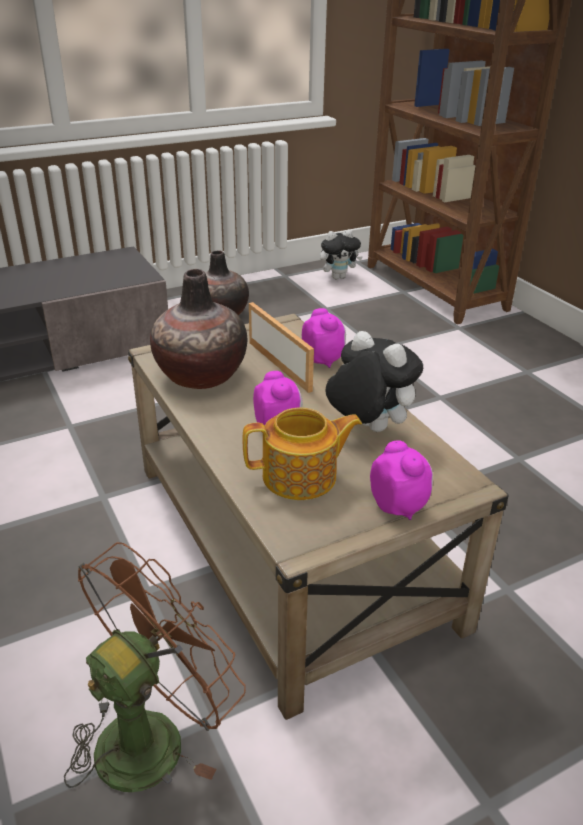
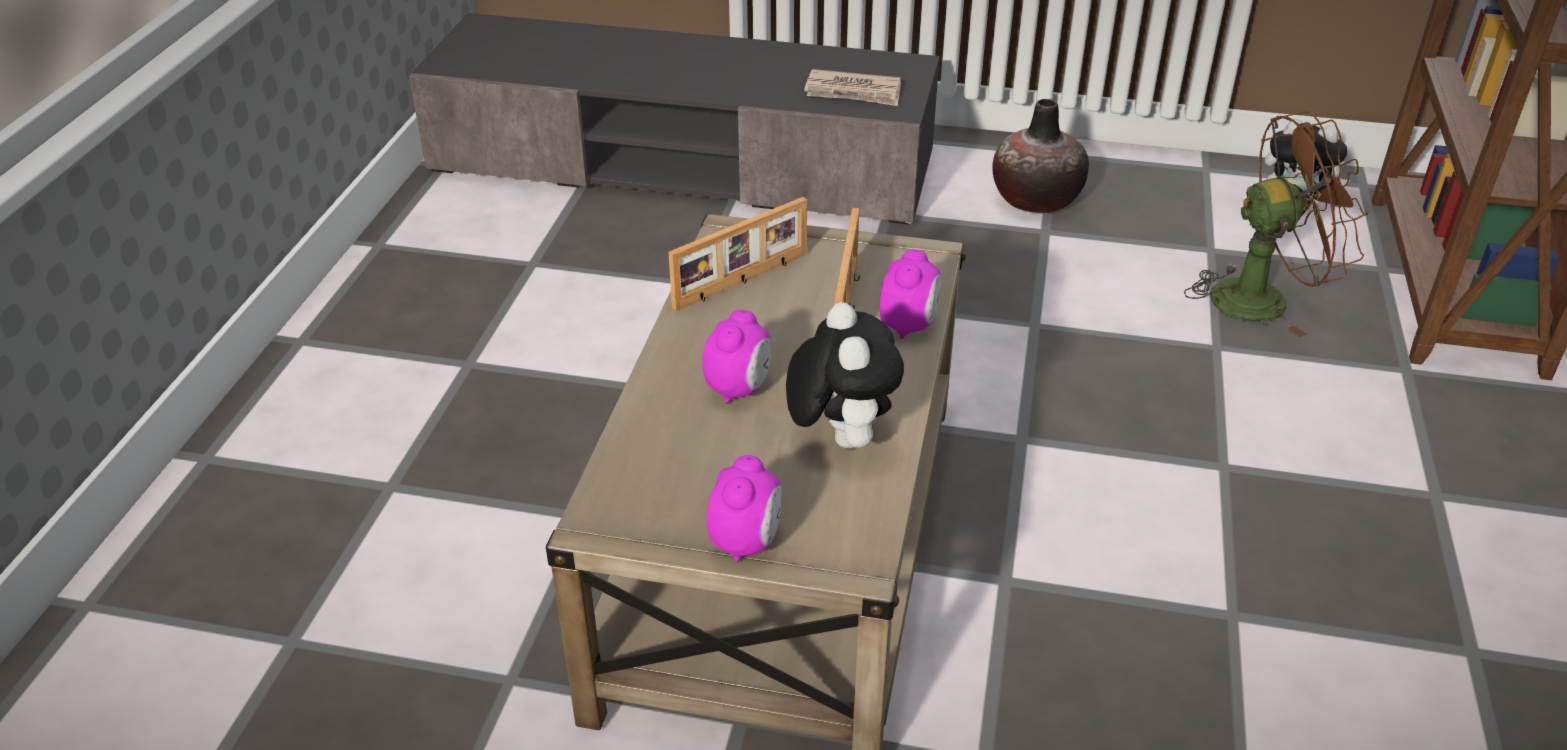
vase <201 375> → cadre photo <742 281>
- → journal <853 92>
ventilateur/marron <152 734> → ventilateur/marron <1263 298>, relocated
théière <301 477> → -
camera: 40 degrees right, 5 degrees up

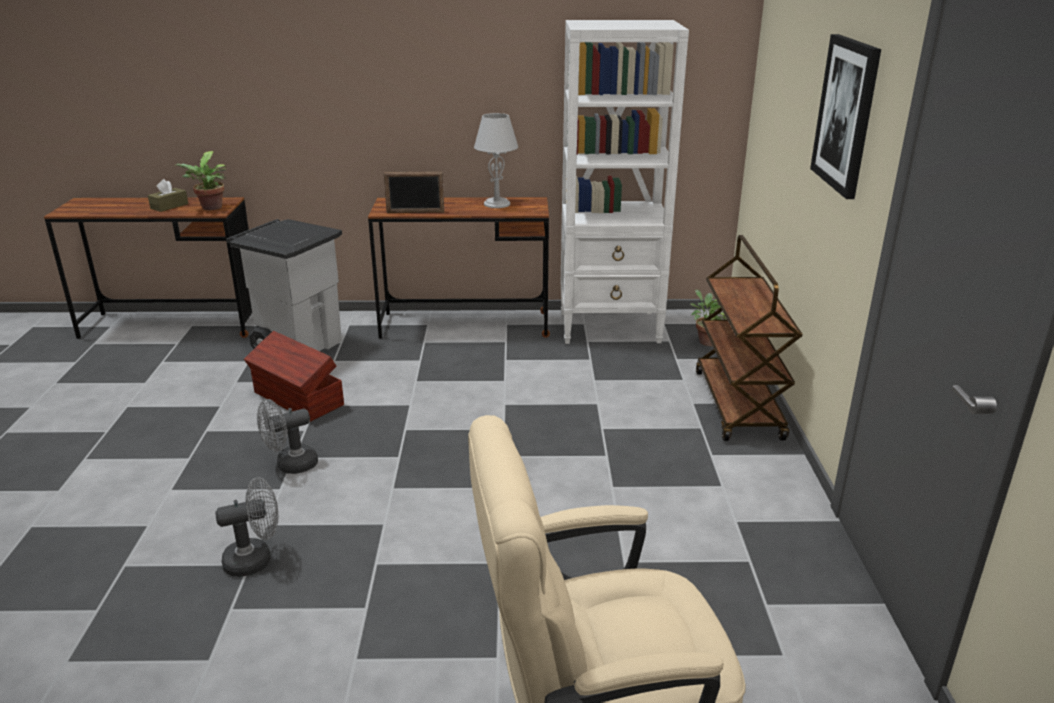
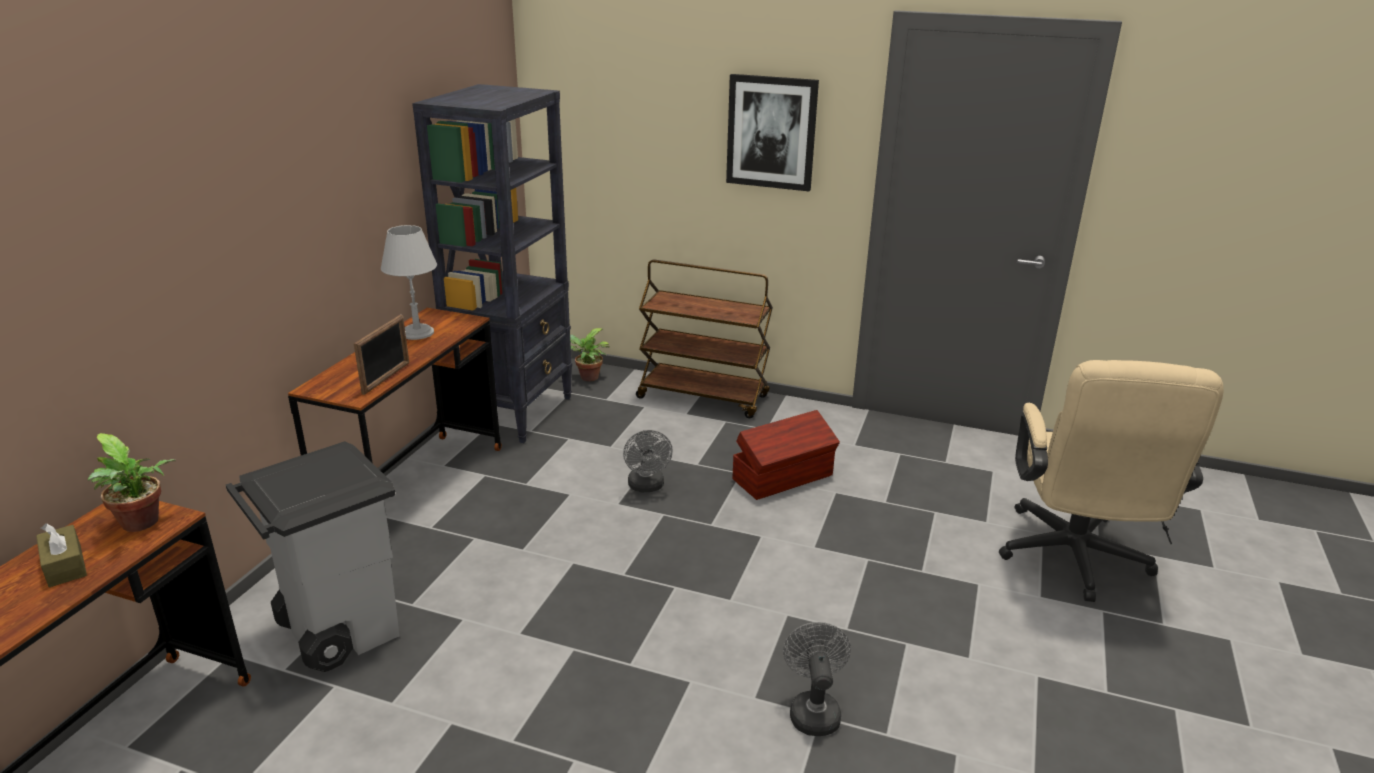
bibliothèque/blanc <611 327> → bibliothèque/noir <514 412>
ventilateur/gris <290 465> → ventilateur/gris <647 487>, relocated
boîte de rangement/marron <298 399> → boîte de rangement/marron <784 477>, relocated
camera: 70 degrees left, 0 degrees up

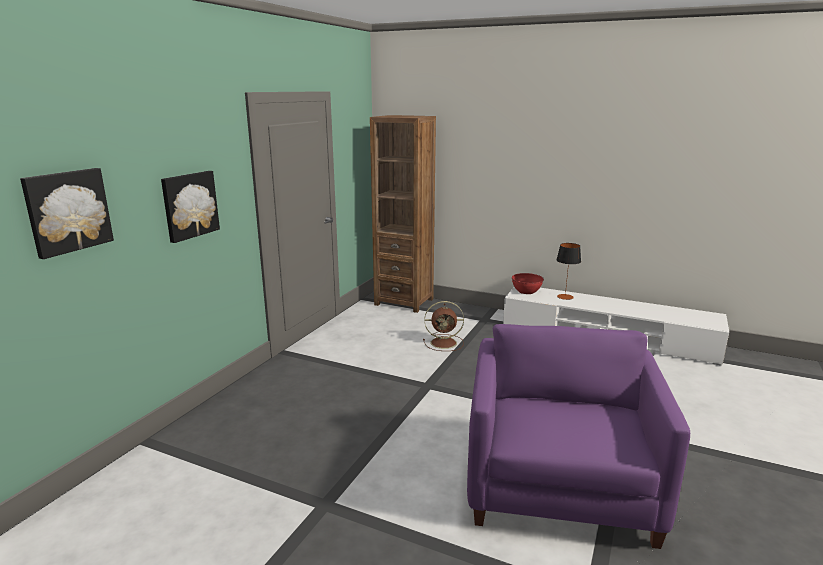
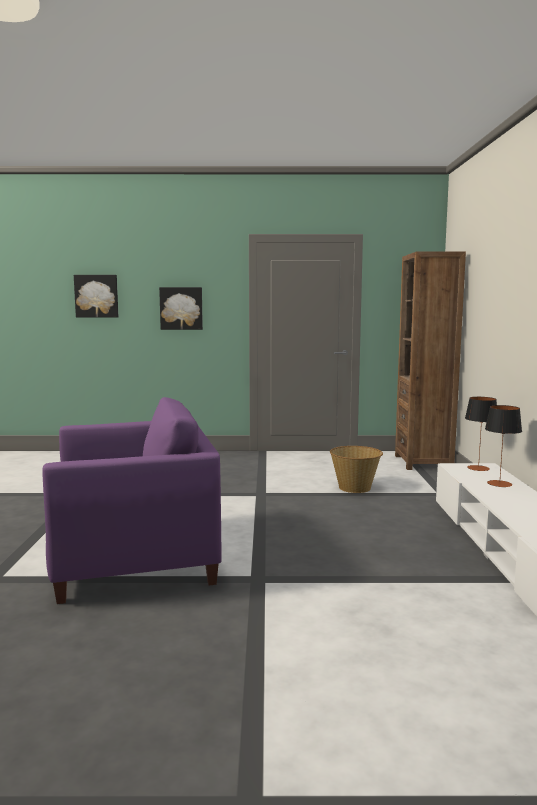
ventilateur/marron <445 343> → panier <355 488>
bol/rouge <526 291> → lampe de table <478 468>
camera: 65 degrees right, 10 degrees down

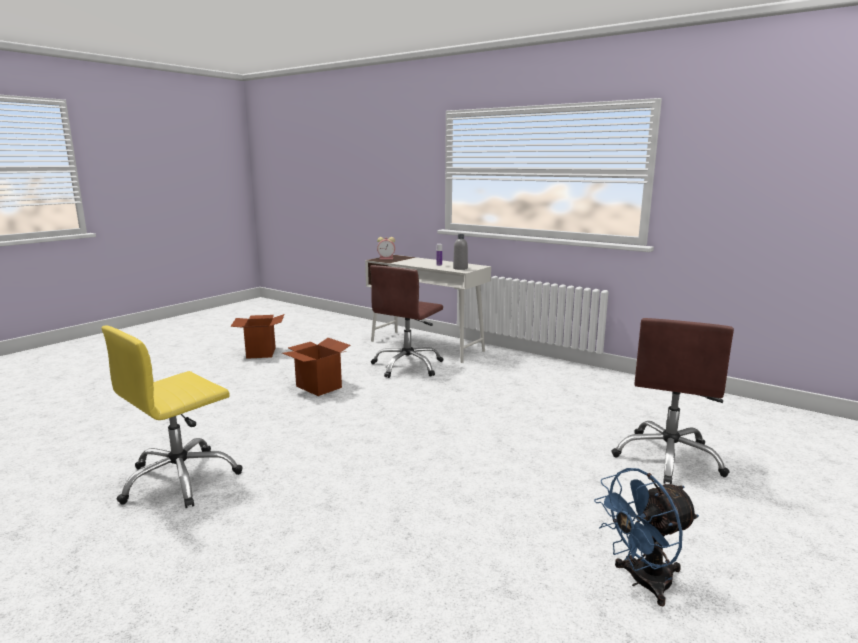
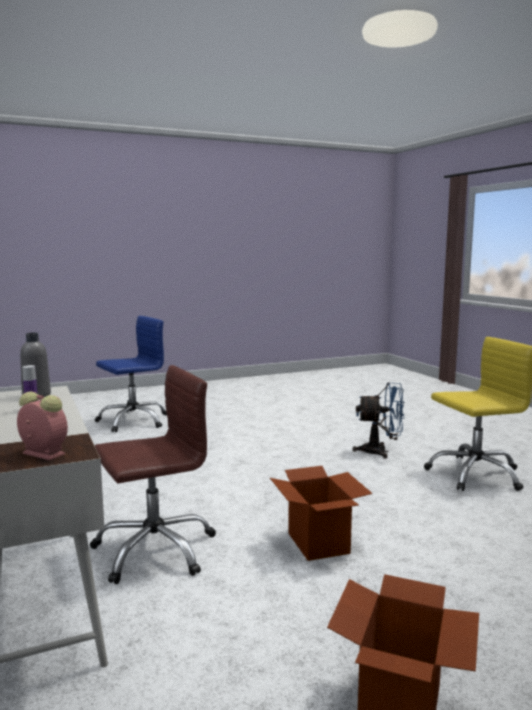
chaise de bureau/marron <668 458> → chaise de bureau/bleu <133 421>
ventilateur/bleu <642 582> → ventilateur/bleu <380 451>, relocated
camera: 150 degrees left, 5 degrees down

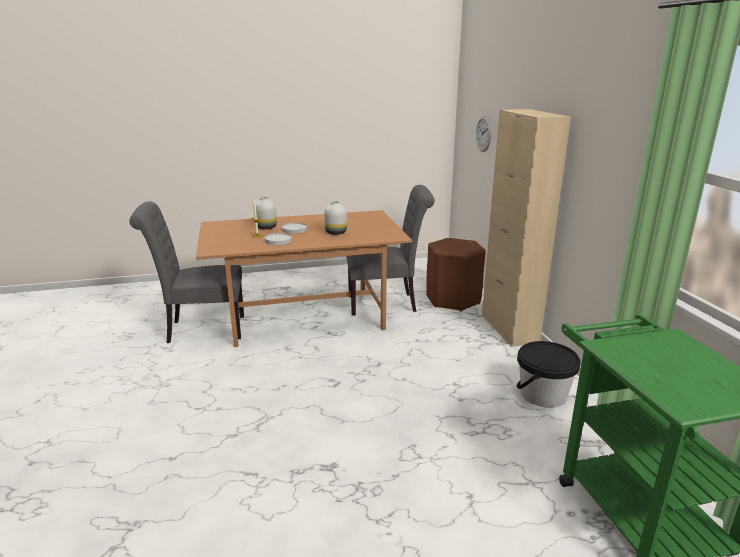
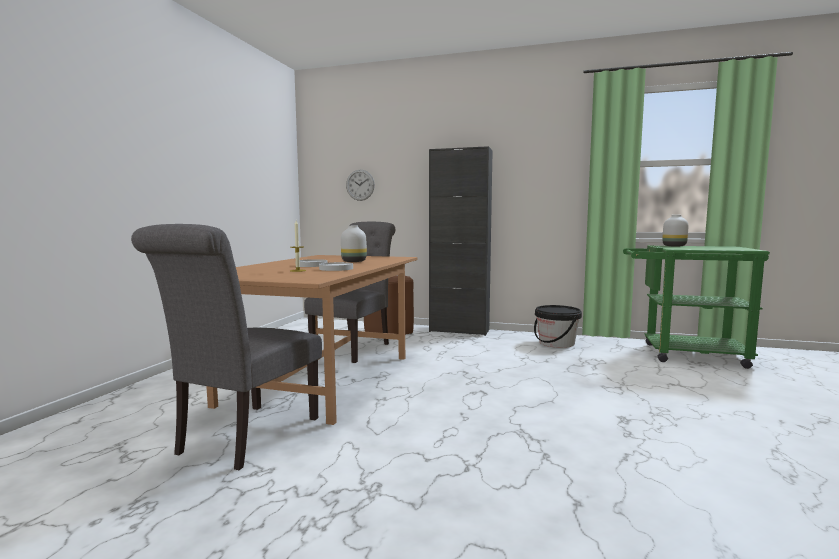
meuble de rangement/beige <509 329> → meuble de rangement/noir <459 330>
vase/blanc <266 228> → vase/blanc <675 246>, relocated
camera: 60 degrees left, 15 degrees down

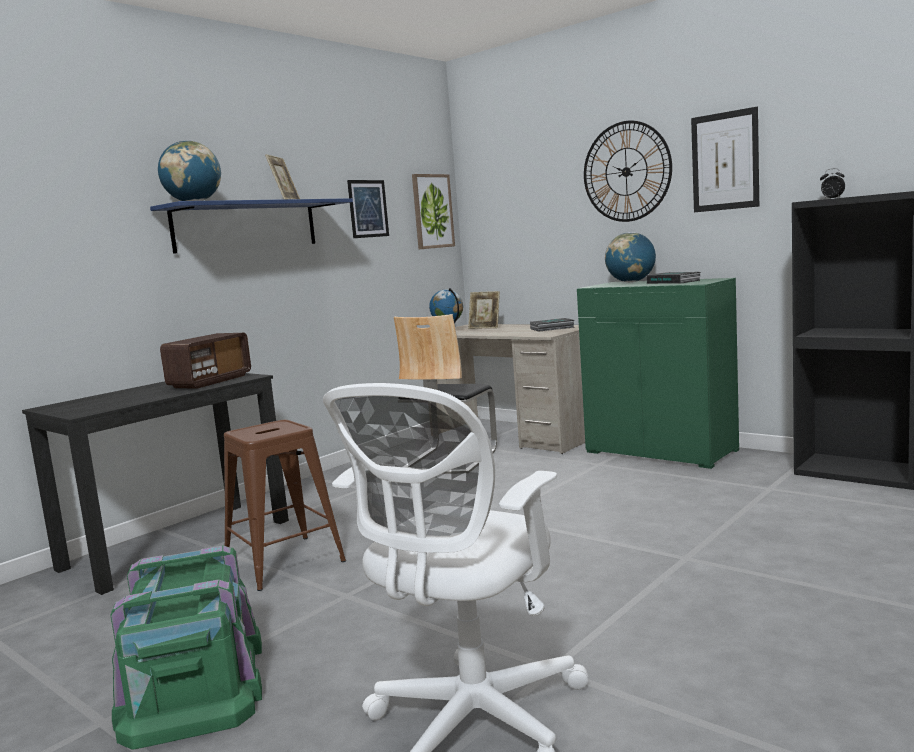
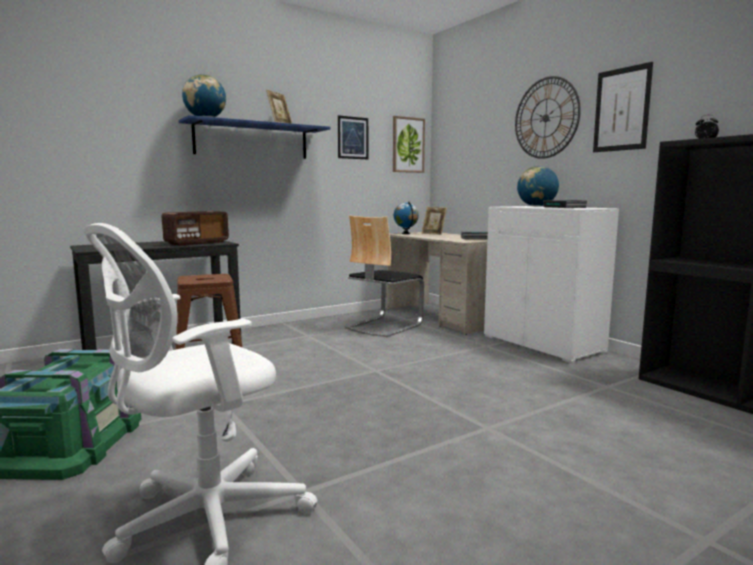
meuble de rangement/vert <662 451> → meuble de rangement/blanc <543 344>
camera: 15 degrees right, 0 degrees up

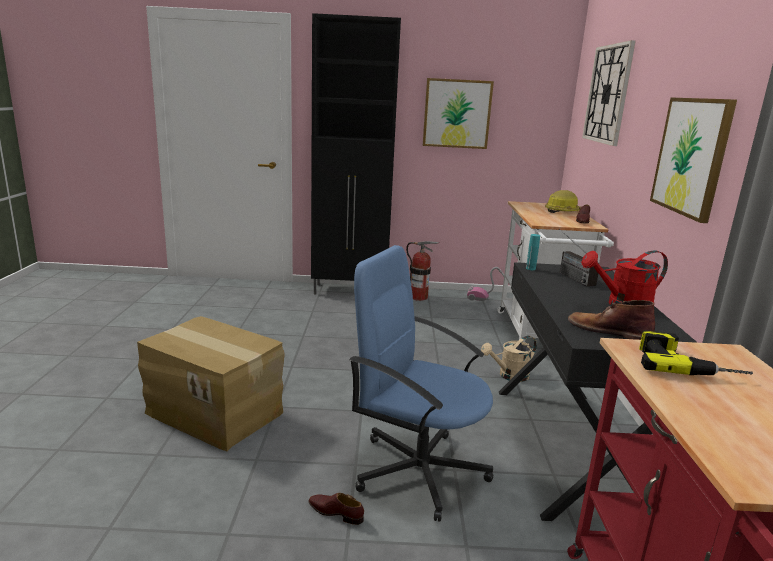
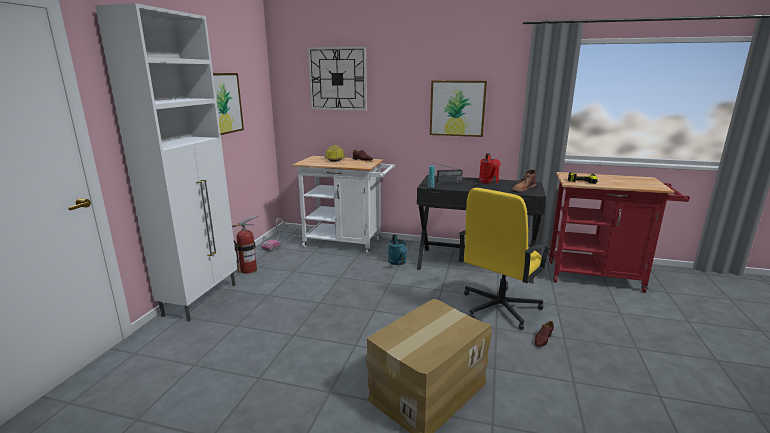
meuble de rangement/noir <351 291> → meuble de rangement/blanc <202 299>
arrosoir/beige <509 376> → arrosoir/turquoise <398 262>
chaise de bureau/bleu <418 470> → chaise de bureau/jaune <499 307>
camera: 75 degrees left, 0 degrees up

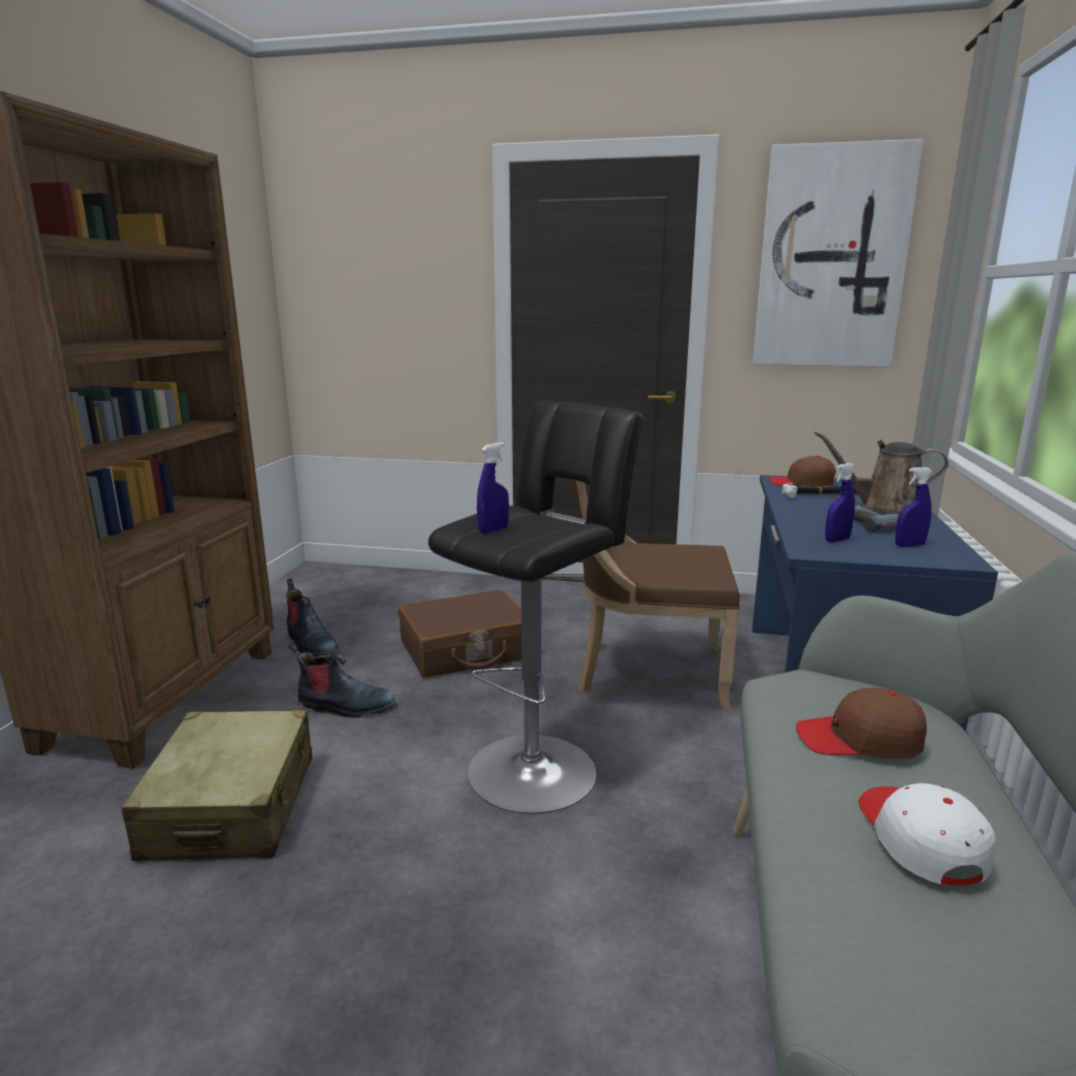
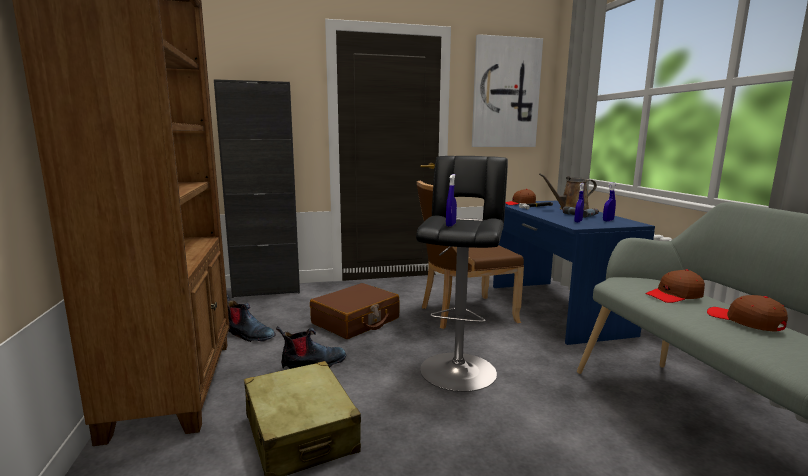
- → meuble de rangement/noir <267 290>
casquette/blanc <919 839> → casquette/marron <745 321>
camera: 25 degrees left, 5 degrees down

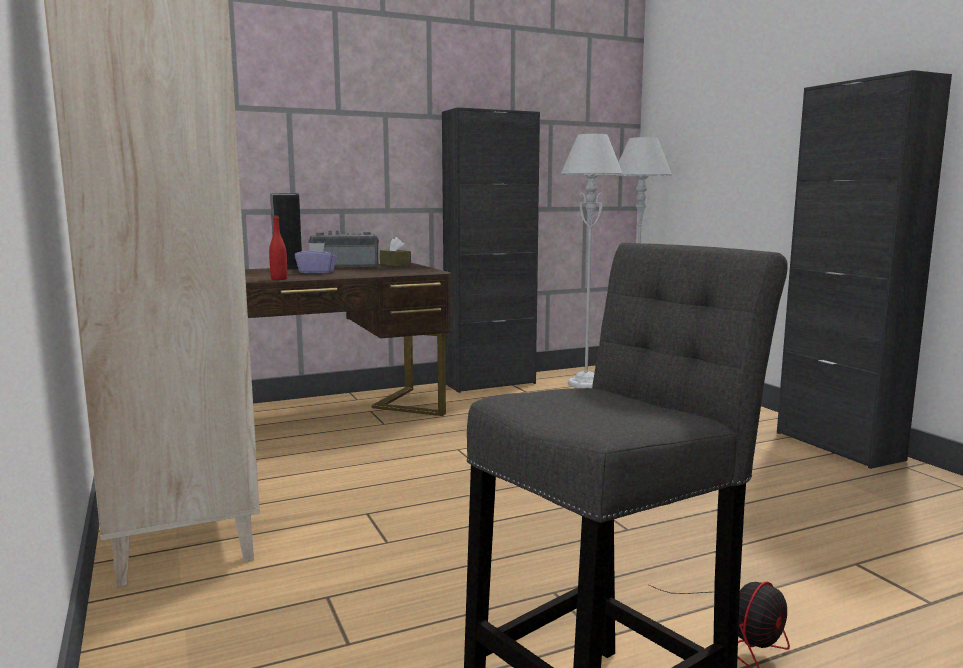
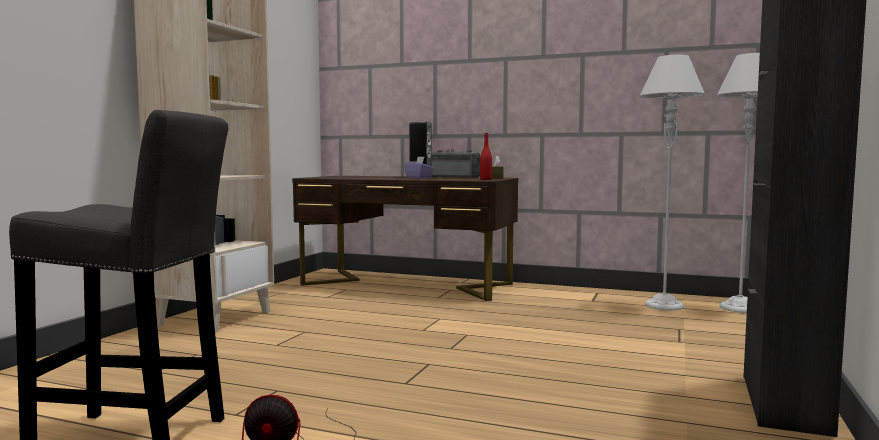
bouteille/rouge <279 279> → bouteille/rouge <486 179>, relocated
meuble de rangement/noir <490 383> → -
camera: 45 degrees right, 5 degrees down

